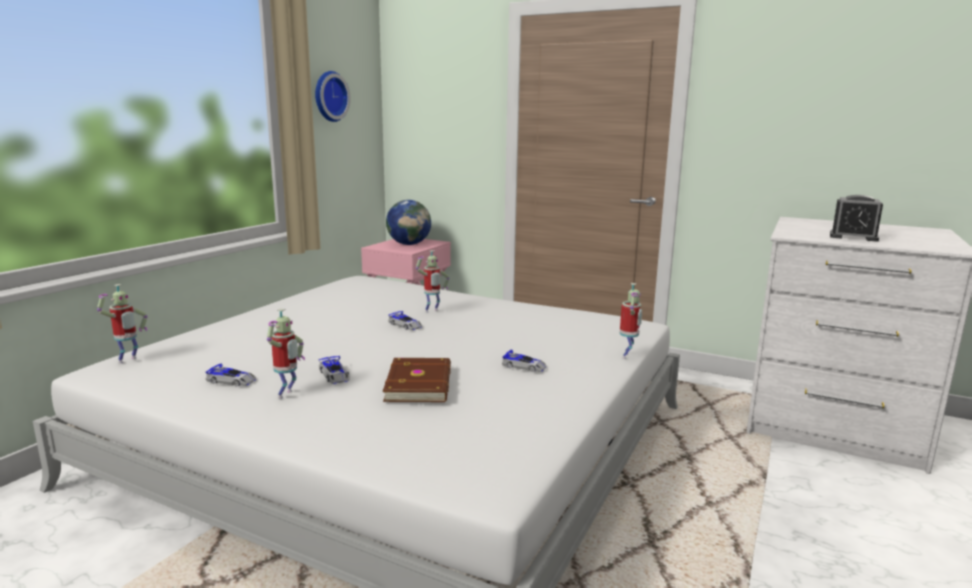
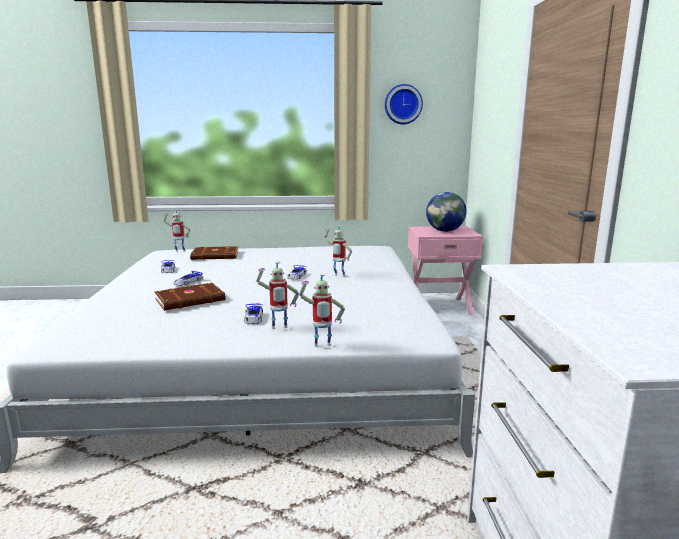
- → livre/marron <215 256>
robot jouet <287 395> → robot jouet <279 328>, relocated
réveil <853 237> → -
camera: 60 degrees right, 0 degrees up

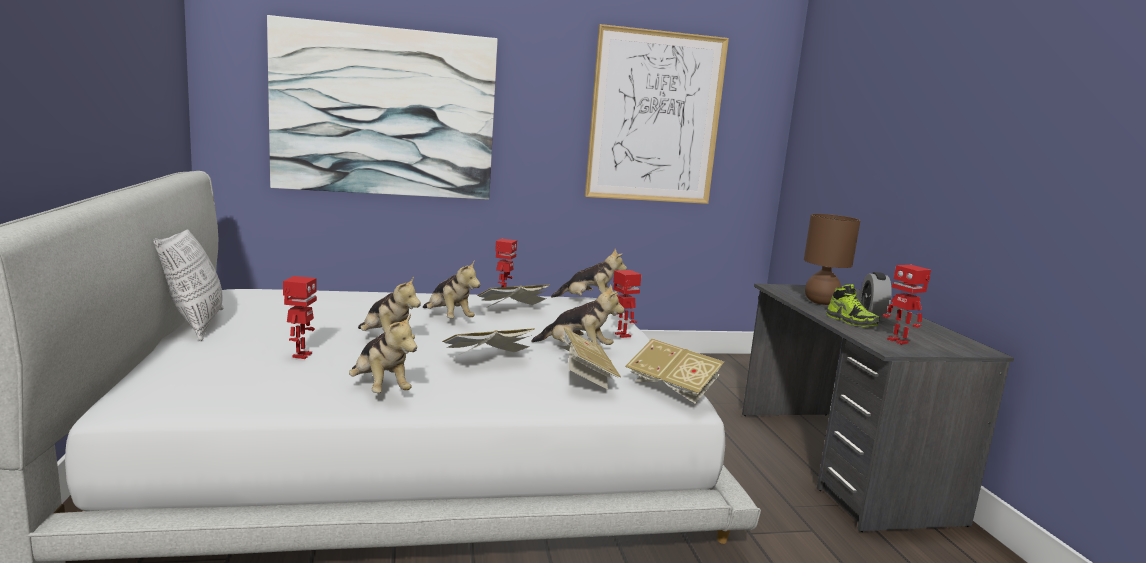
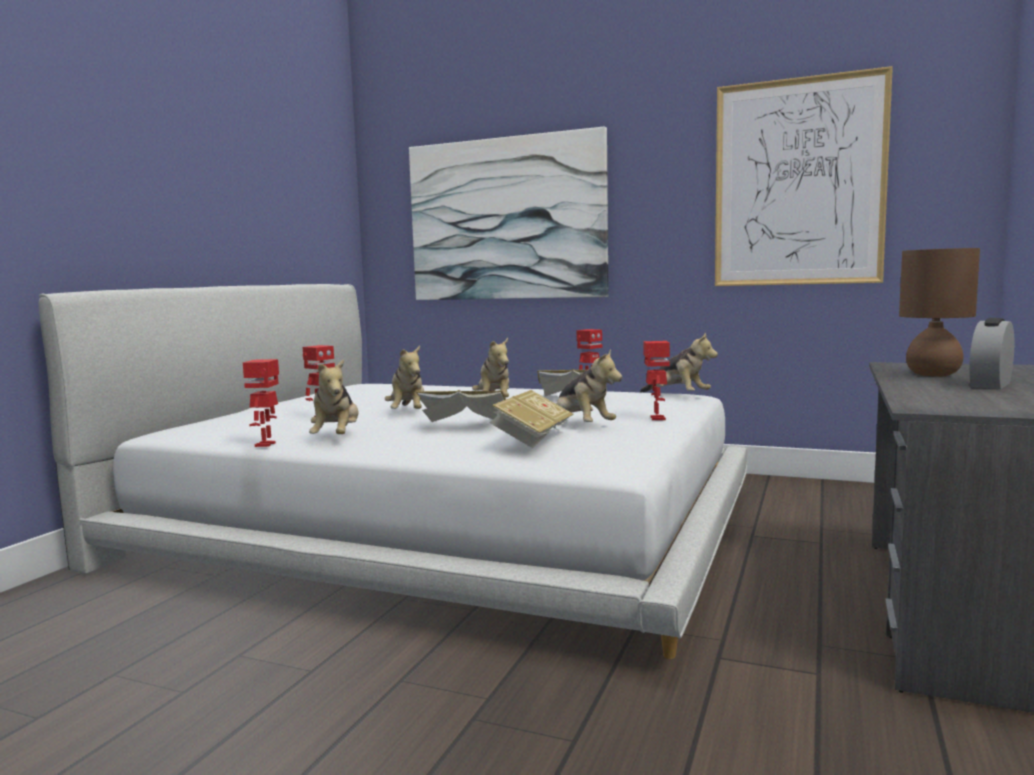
robot jouet <898 341> → robot jouet <266 444>, relocated
coussin <195 325> → -
livre <672 388> → -
chaussure <851 321> → -
camera: 35 degrees right, 5 degrees down

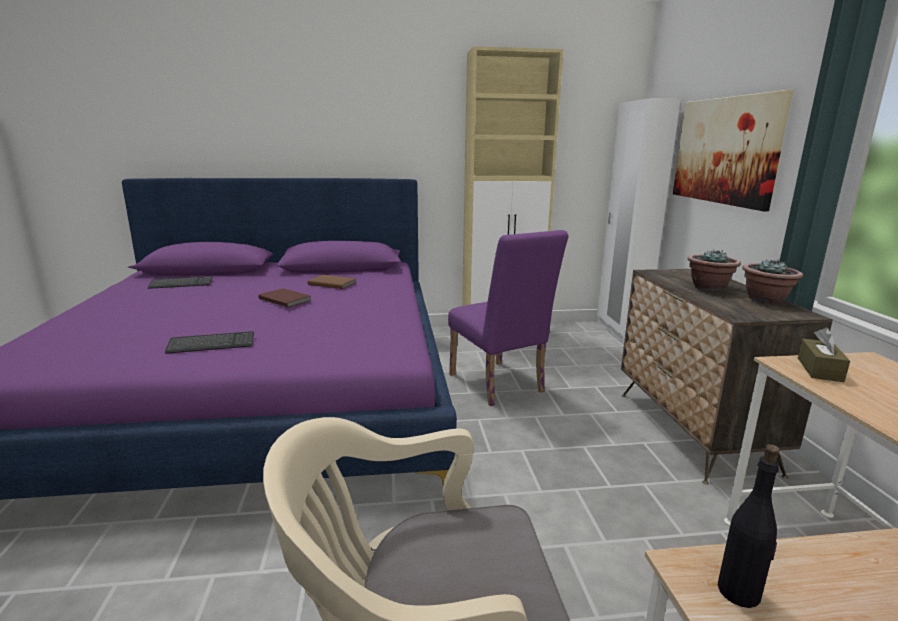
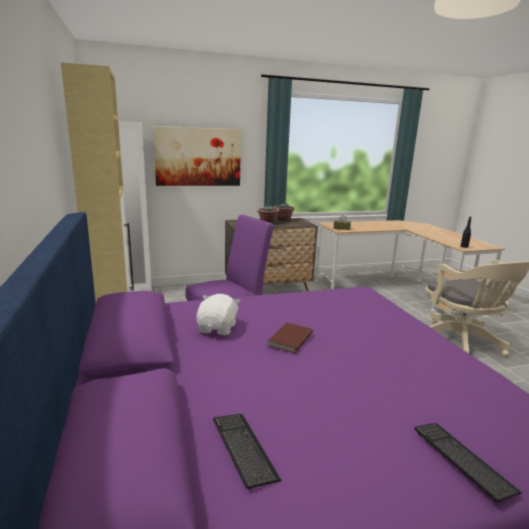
livre/marron <332 283> → peluche/blanc <218 328>
clavier <211 344> → clavier <462 460>, relocated
camera: 100 degrees left, 0 degrees up

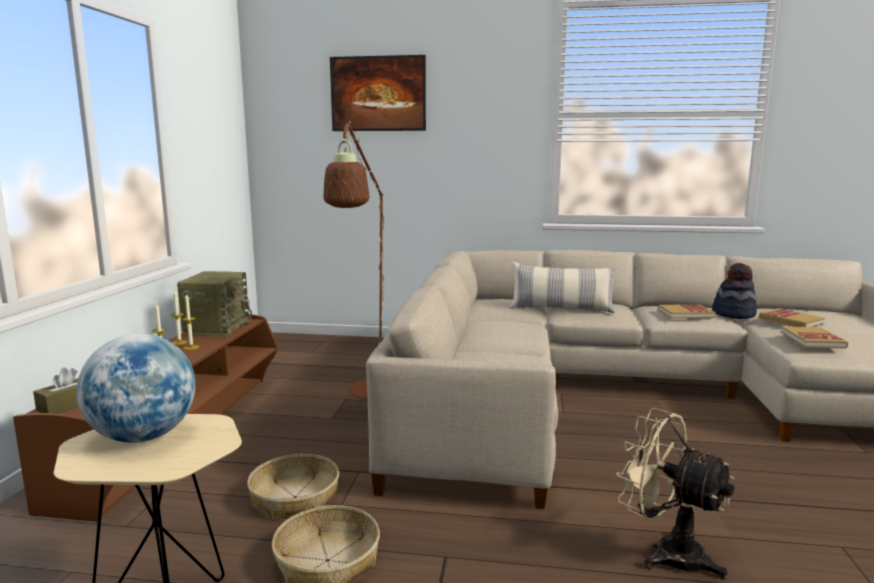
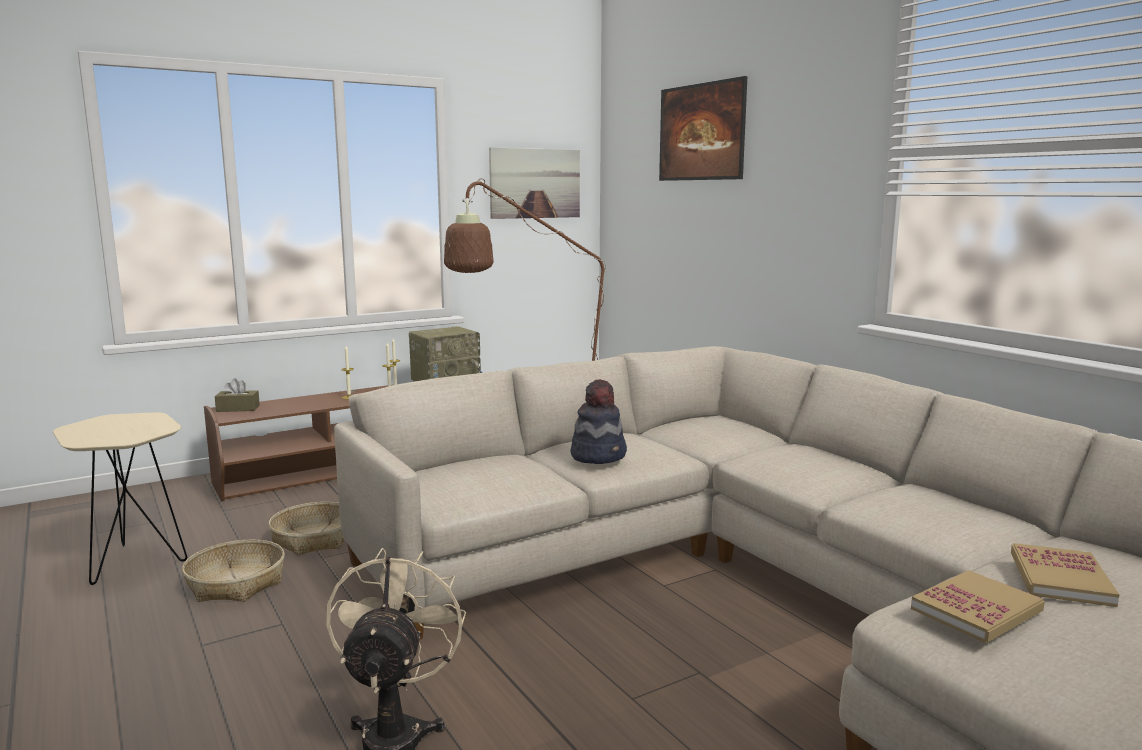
- → tableau <535 183>
chapeau <733 314> → chapeau <599 455>, relocated
globe <144 437> → -
coussin <561 309> → -
livre <685 314> → -
camera: 50 degrees right, 0 degrees up

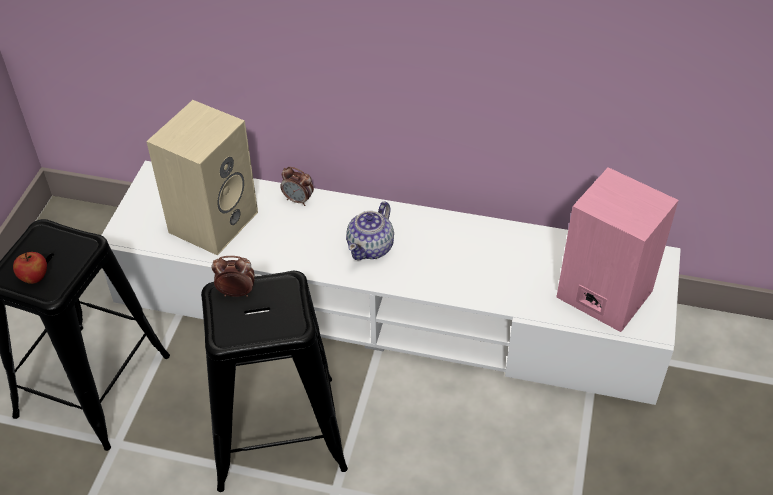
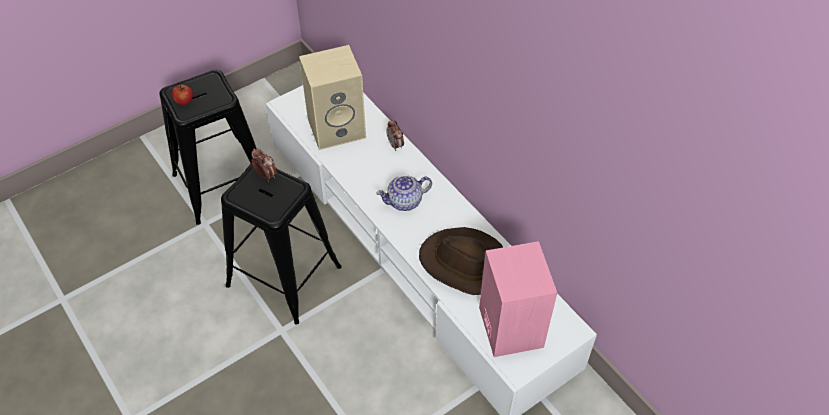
- → chapeau/marron <463 264>
camera: 40 degrees right, 5 degrees up

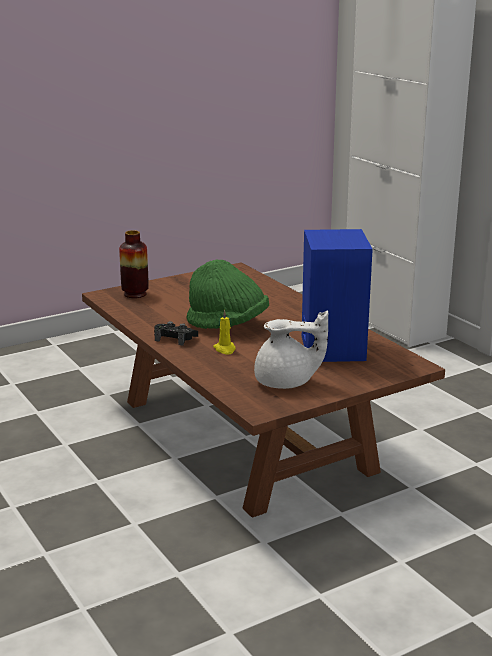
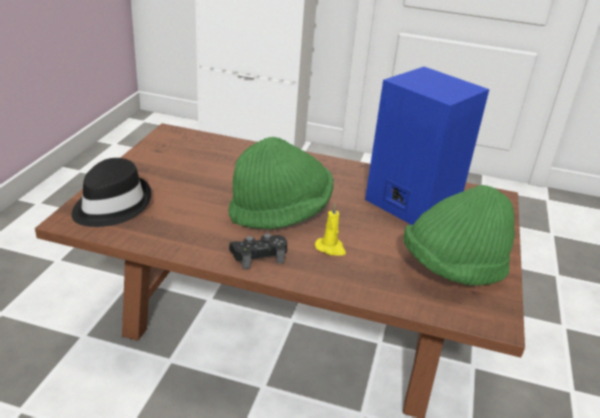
vase <135 294> → chapeau/noir <111 205>
théière/blanc <286 383> → chapeau/vert <452 268>
camera: 45 degrees left, 10 degrees up

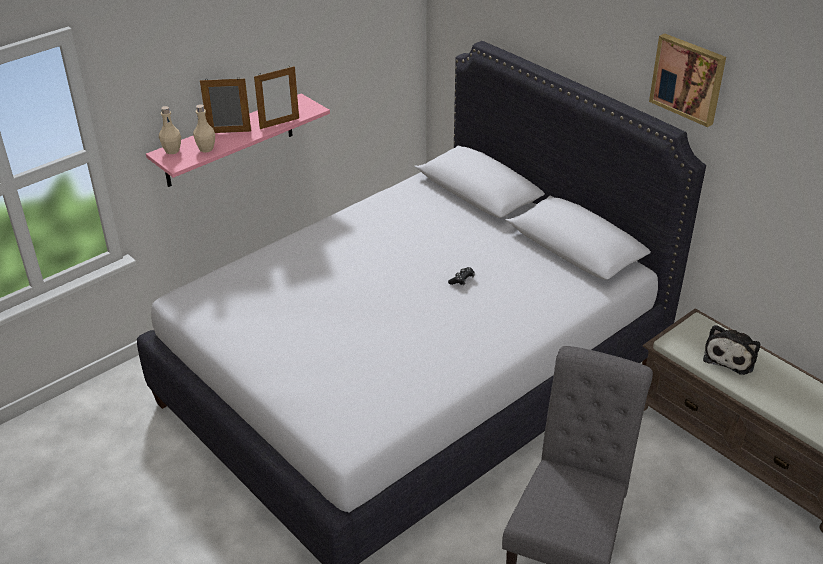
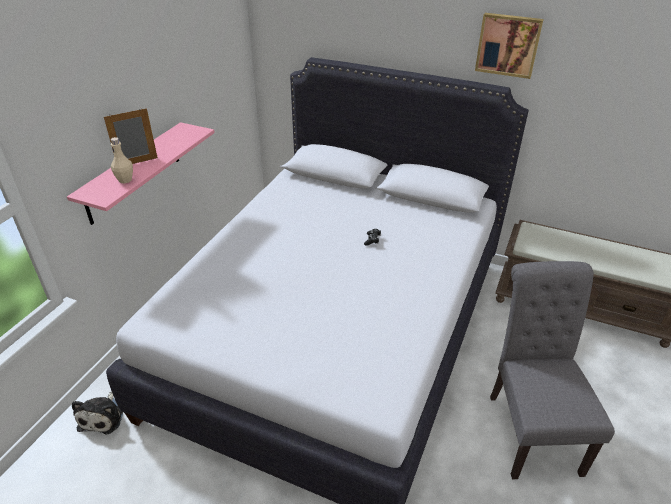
peluche <731 356> → peluche <103 417>, relocated
bouteille/beige <172 151> → -
cadre photo <279 123> → -
camera: 25 degrees left, 0 degrees up

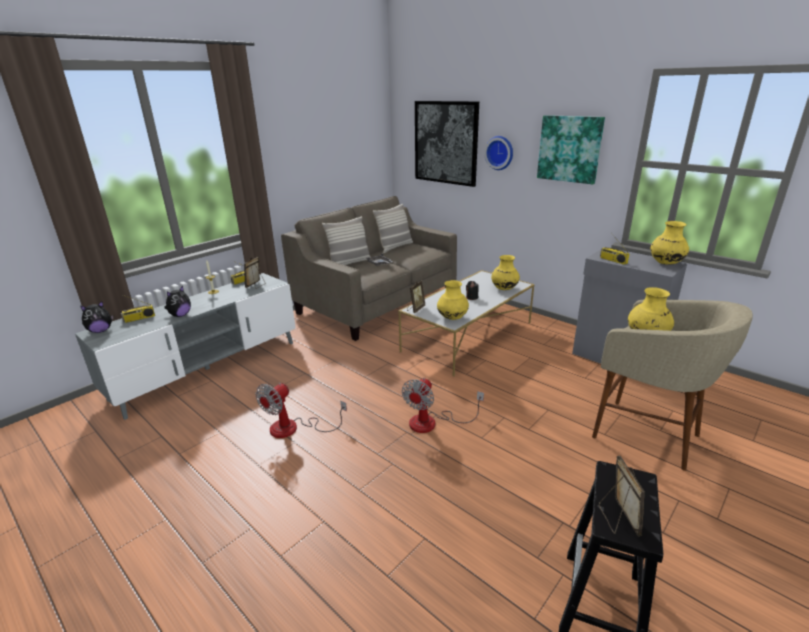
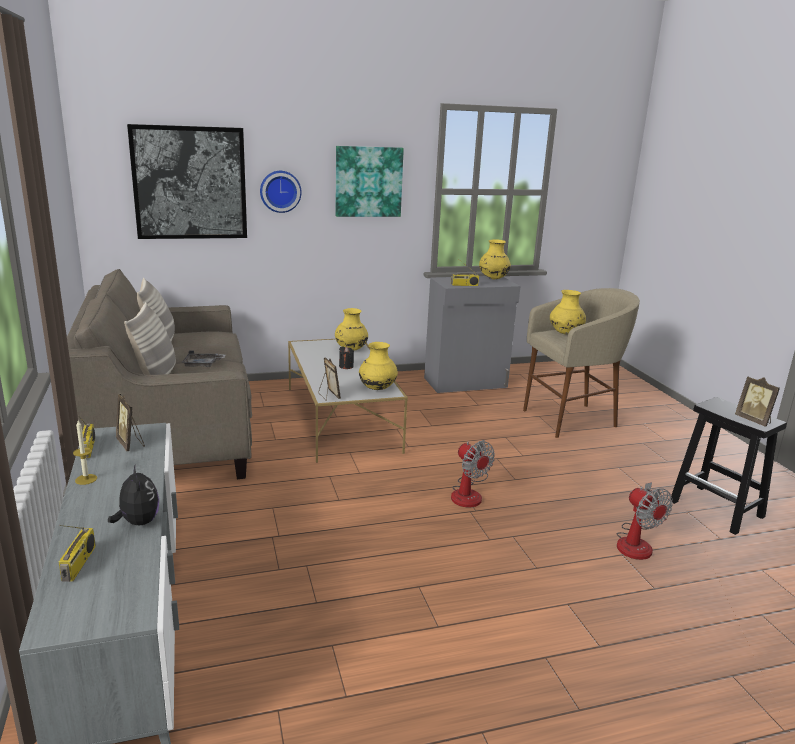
ventilateur <294 428> → ventilateur <636 542>, relocated
cadre photo <617 518> → cadre photo <754 420>, 150 degrees counterclockwise
peluche <100 331> → -
camera: 60 degrees left, 5 degrees down

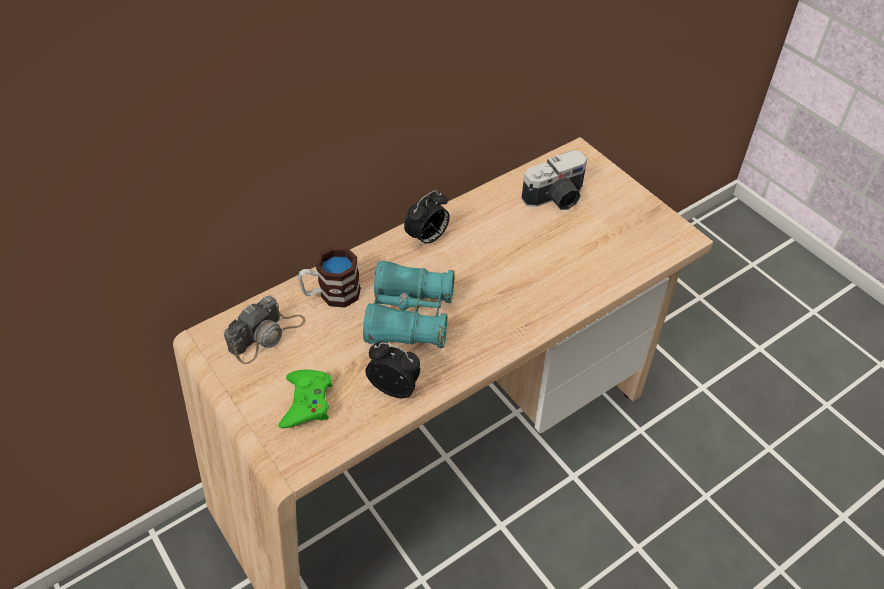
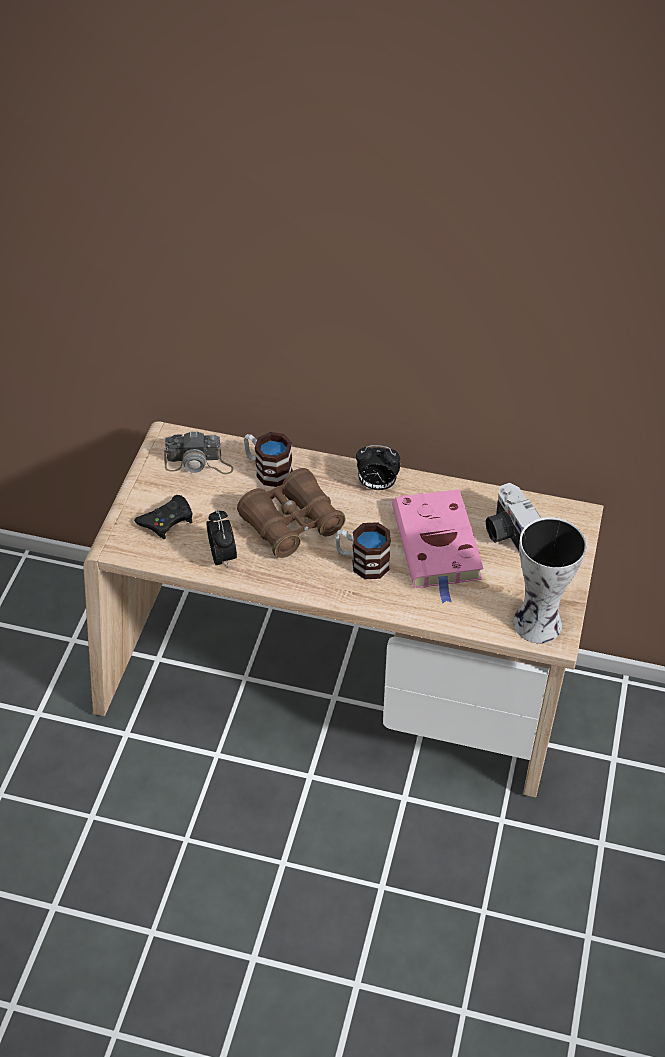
manette/vert <307 402> → manette/noir <167 520>
jumelles/turquoise <410 317> → jumelles/marron <291 524>
- → mug <362 562>
- → livre/rose <438 547>
appareil photo <556 198> → appareil photo <508 533>, 45 degrees clockwise
- → vase <538 625>
camera: 50 degrees right, 0 degrees up

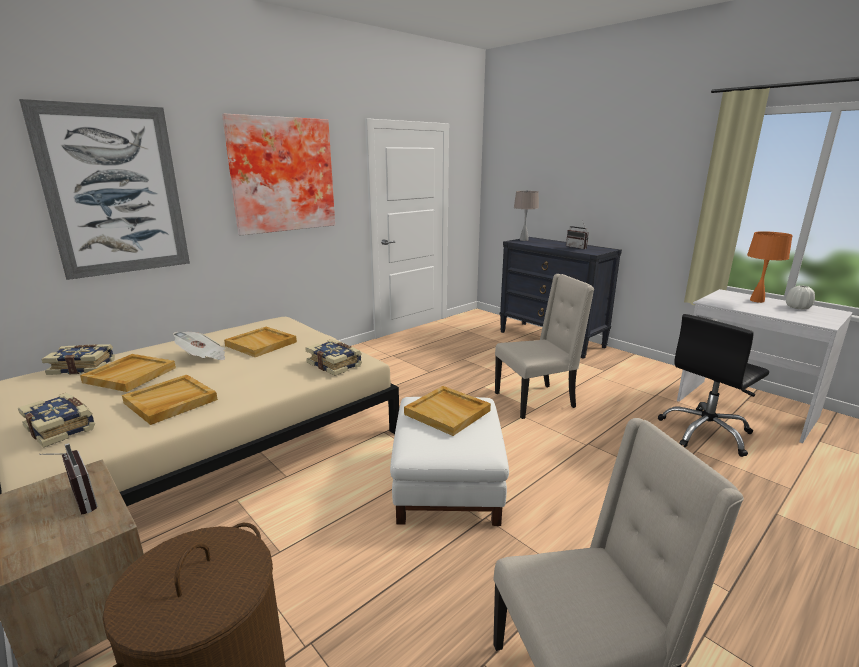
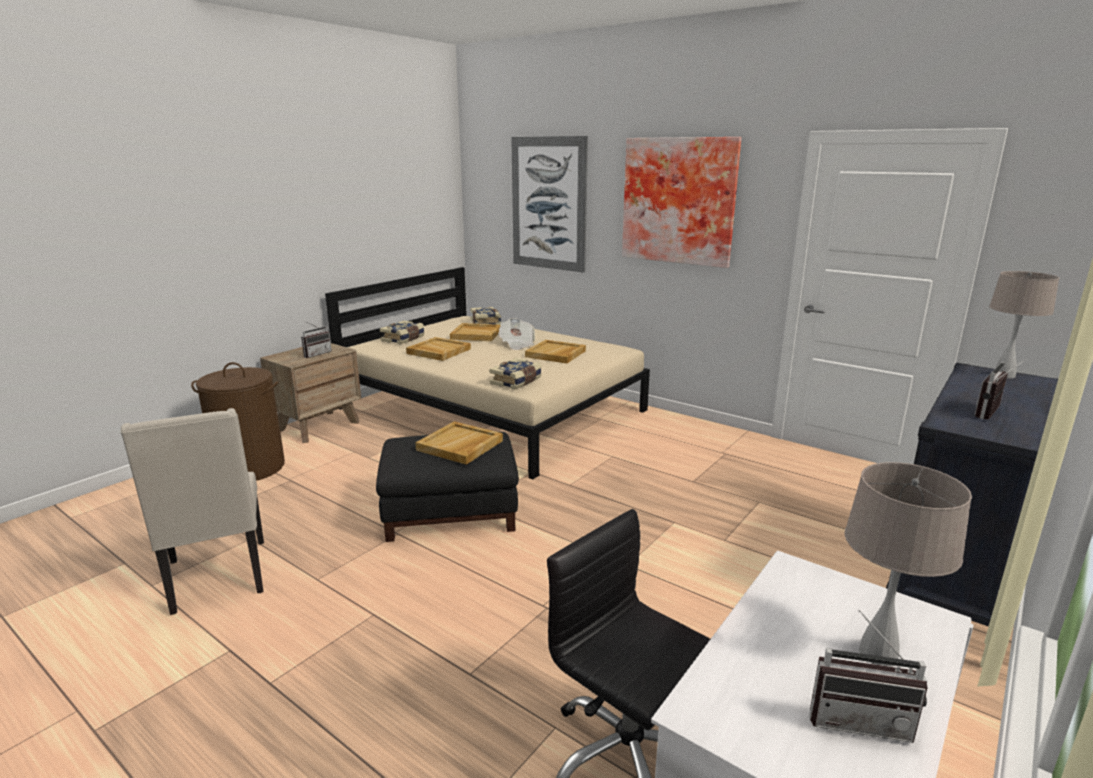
pouf/blanc <446 481> → pouf/noir <451 511>
vase/blanc <797 307> → radio <858 718>
lampe de table/orange <757 300> → lampe de table/beige <878 654>
chaise/beige <536 400> → -
camera: 80 degrees right, 0 degrees up

